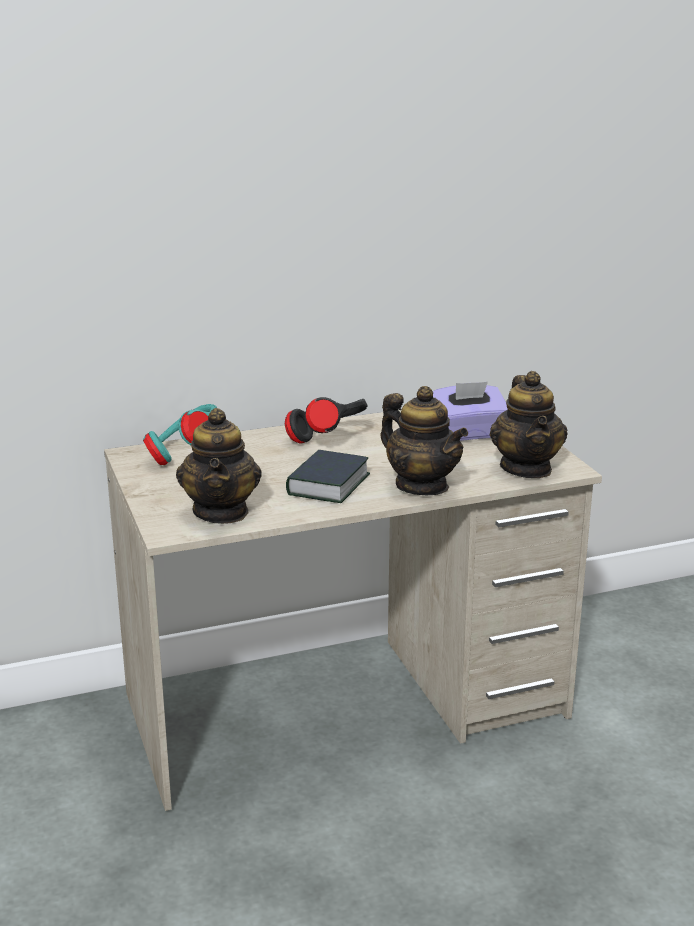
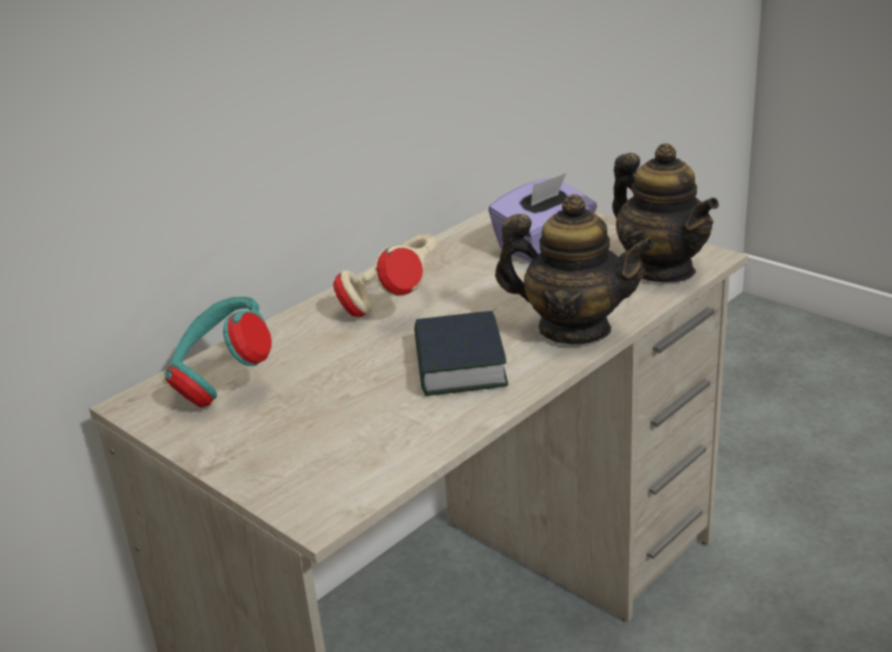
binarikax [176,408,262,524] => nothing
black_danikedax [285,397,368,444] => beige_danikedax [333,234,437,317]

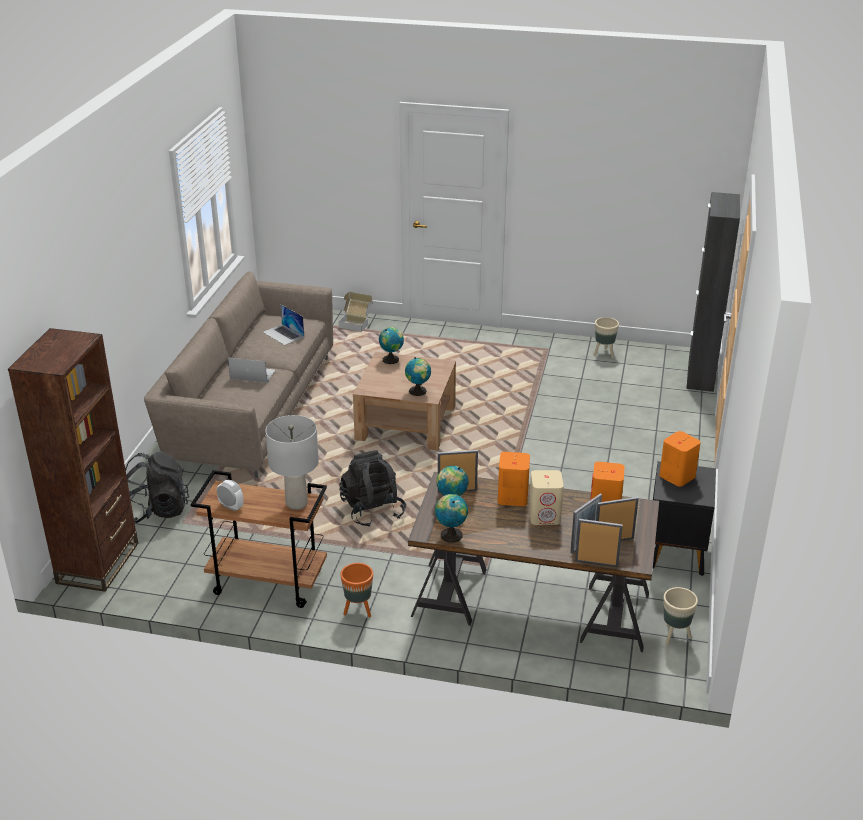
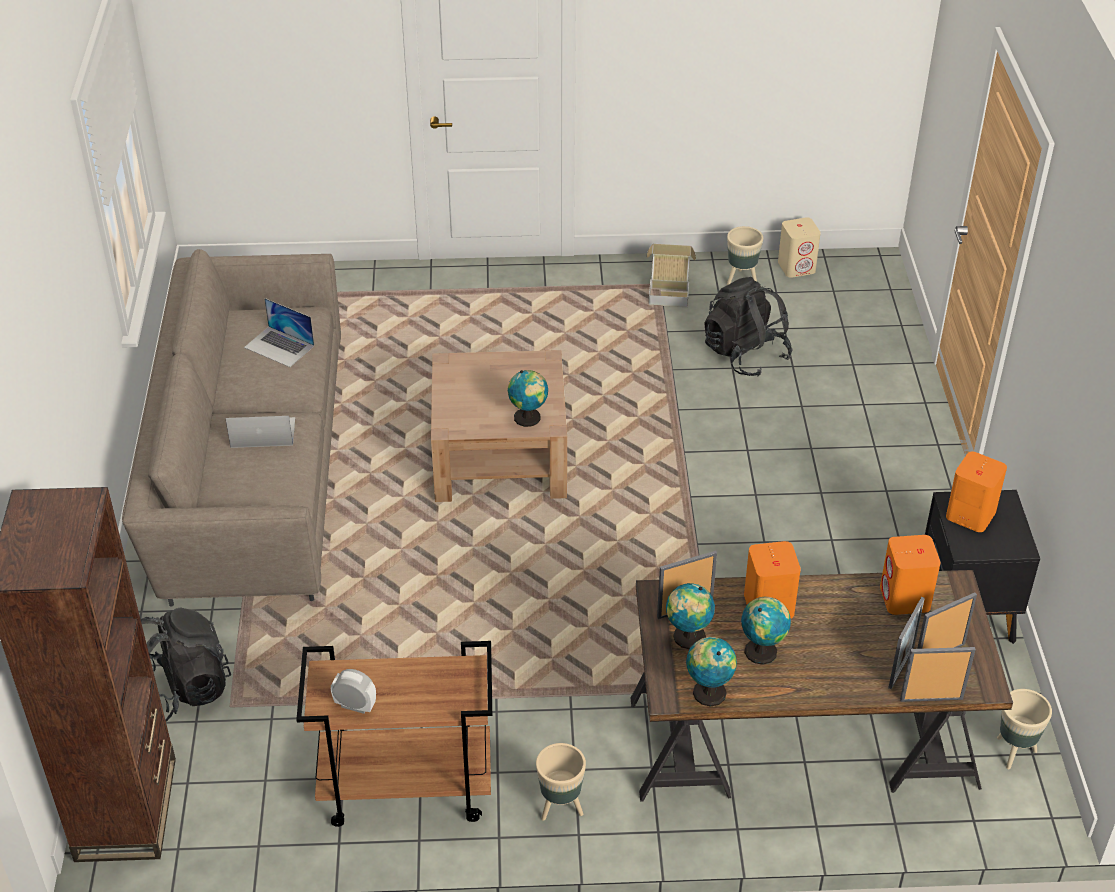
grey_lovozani [265,415,319,510] => nothing
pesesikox [339,292,373,332] => pesesikox [646,244,696,308], relocated
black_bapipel [339,450,406,527] => black_bapipel [704,277,793,377], relocated
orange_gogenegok [340,563,373,617] => beige_gogenegok [536,743,586,821]
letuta [379,327,404,364] => letuta [741,597,791,665], relocated
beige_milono [529,470,564,525] => beige_milono [778,217,821,278], relocated
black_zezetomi [686,192,740,392] => nothing

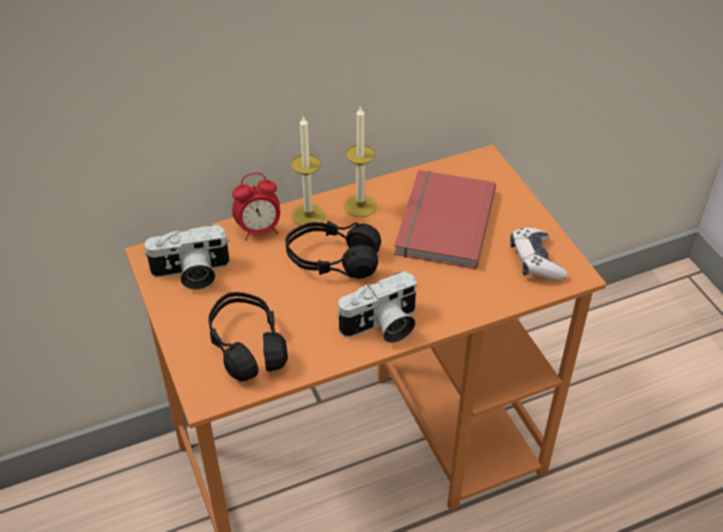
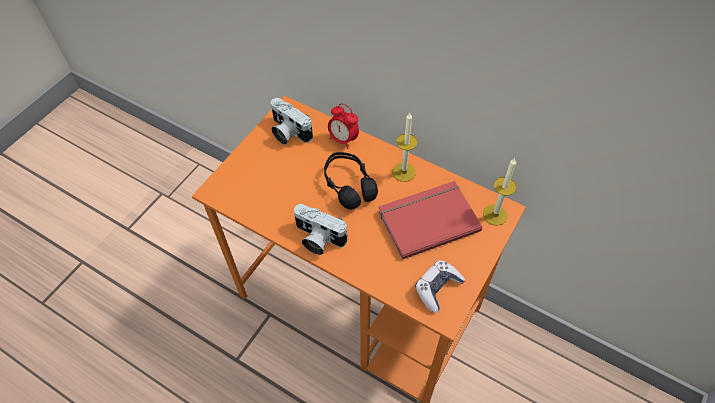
black_danikedax [208,292,288,381] => nothing
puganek [291,116,325,228] => puganek [483,158,517,226], relocated

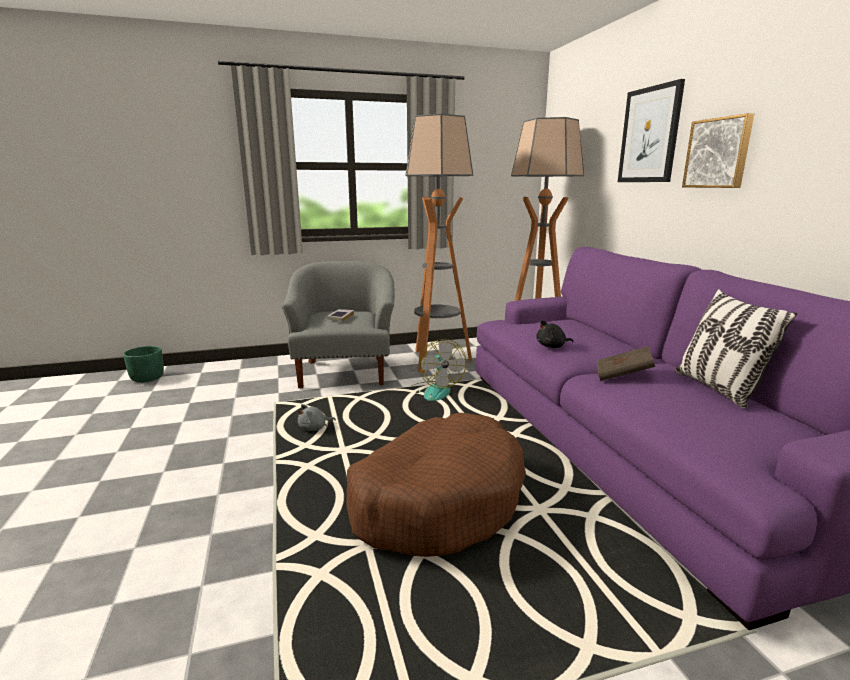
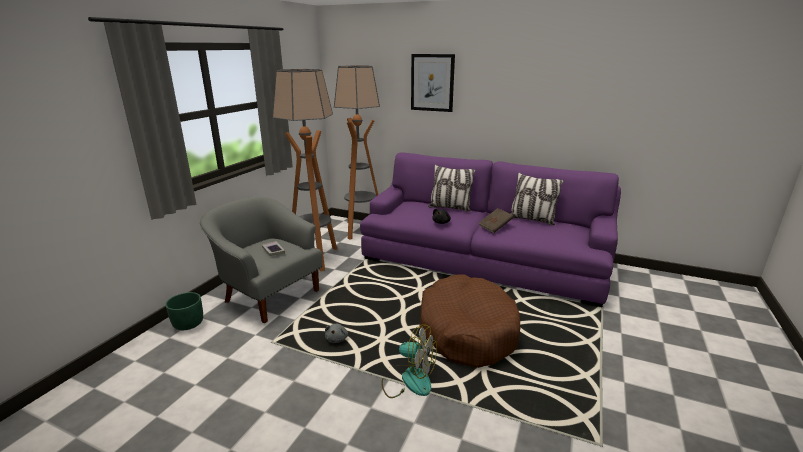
green_gogenegok [123,346,164,383] => green_gogenegok [165,292,203,330], relocated
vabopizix [412,339,466,401] => vabopizix [381,324,437,398], relocated
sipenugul [682,113,754,188] => nothing
nothing => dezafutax [428,165,476,212]

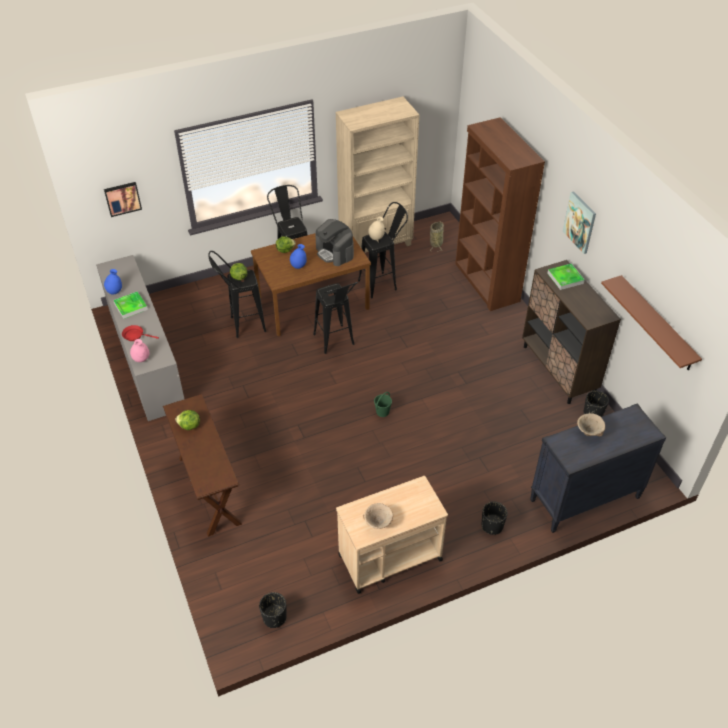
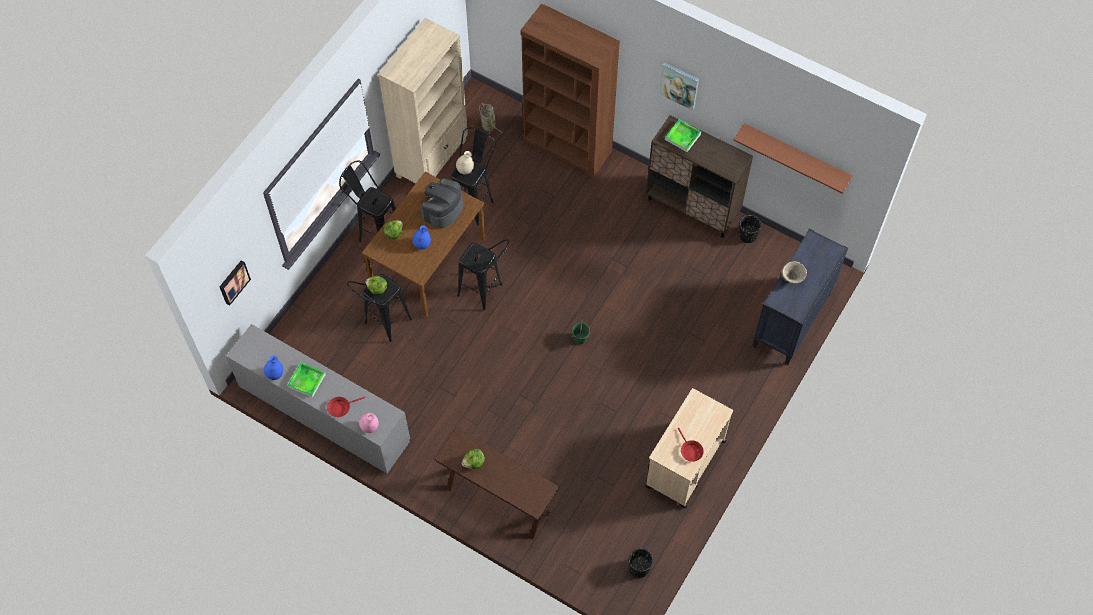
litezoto [315,219,354,266] => litezoto [421,178,463,229], 105 degrees clockwise
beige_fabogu [363,503,393,529] => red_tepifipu [678,428,704,462]
black_gogenegok [482,502,508,535] => nothing

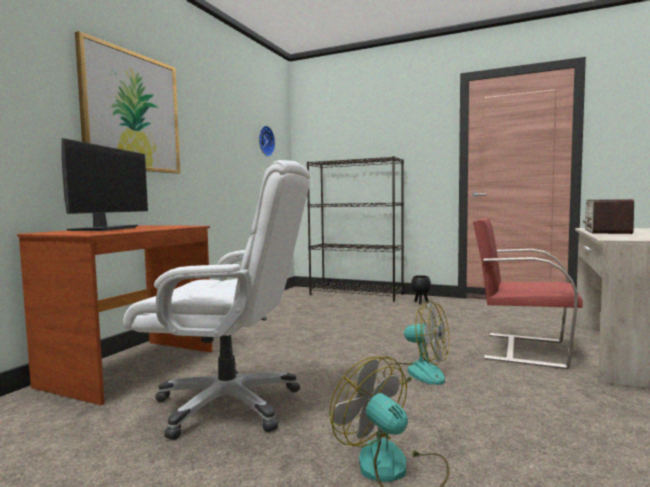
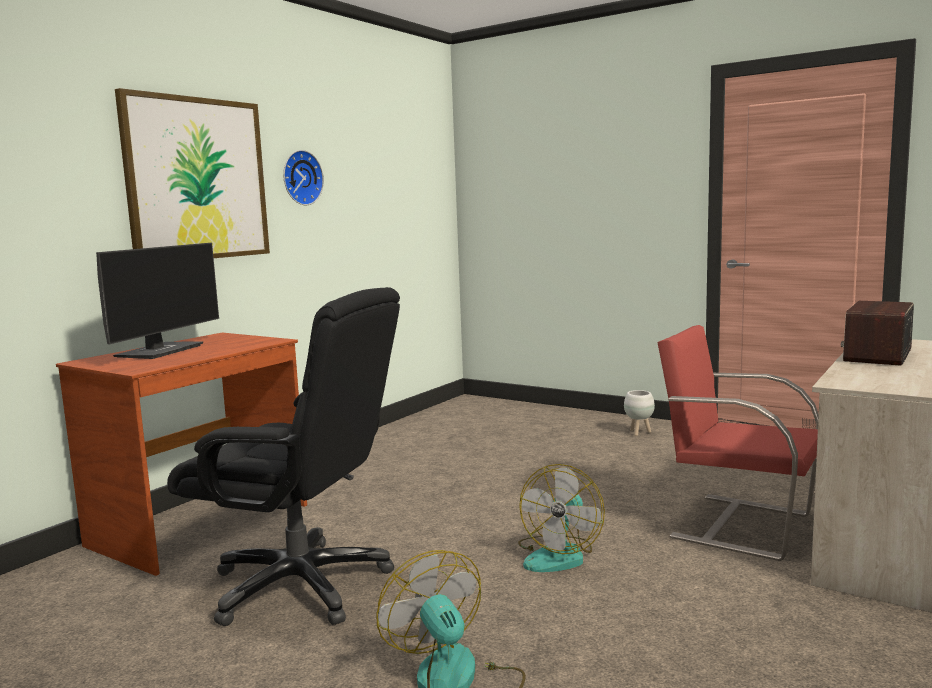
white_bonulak [123,160,310,440] => black_bonulak [167,287,400,626]
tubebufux [259,126,275,156] => tubebufux [283,150,324,205], relocated
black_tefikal [307,156,404,302] => nothing
vabopizix [383,301,450,385] => vabopizix [518,464,605,572], 75 degrees clockwise
black_gogenegok [411,275,431,305] => white_gogenegok [624,390,655,436]

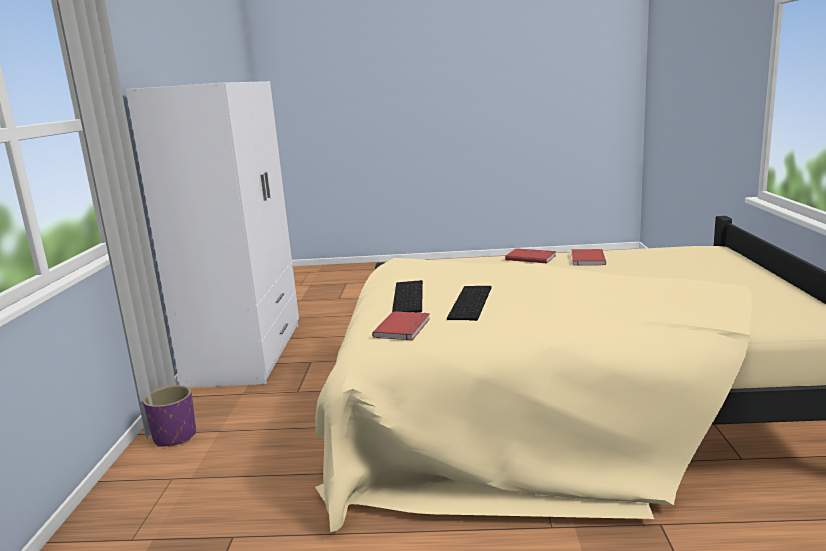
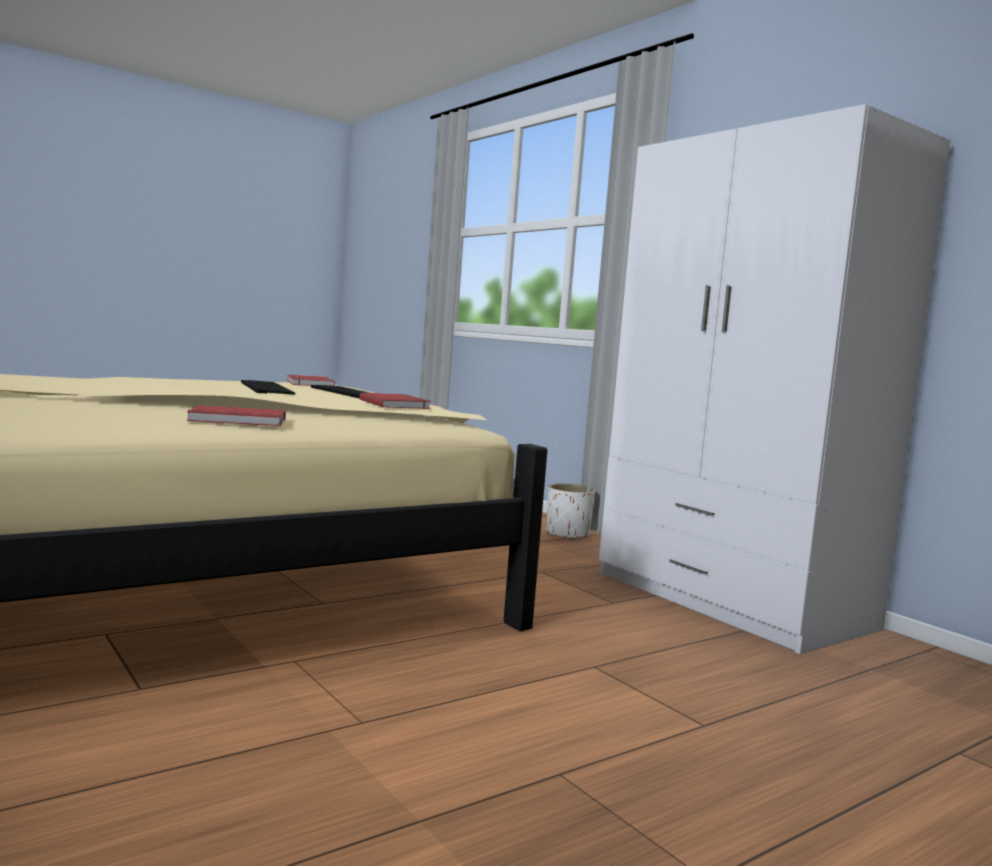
purple_gogenegok [143,385,196,447] => white_gogenegok [547,483,595,540]
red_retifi [572,249,606,266] => red_retifi [360,393,431,409], relocated

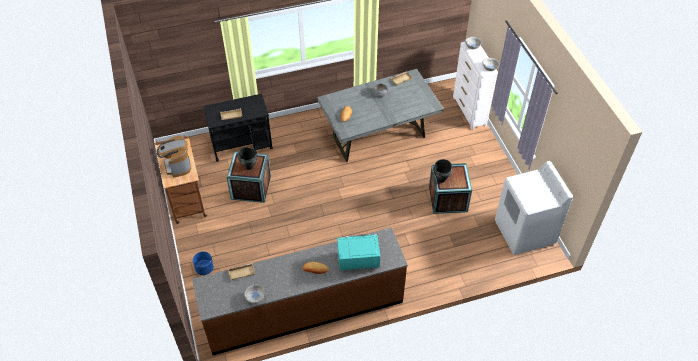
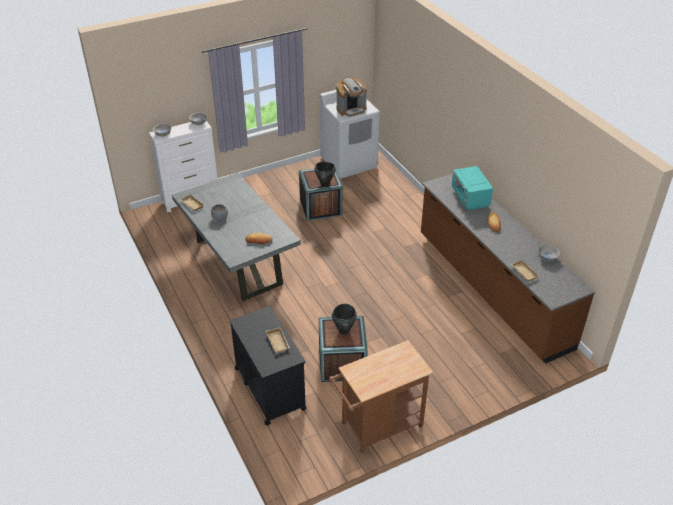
litezoto [157,135,191,178] => litezoto [336,77,367,117], relocated
blue_gogenegok [193,251,214,275] => nothing

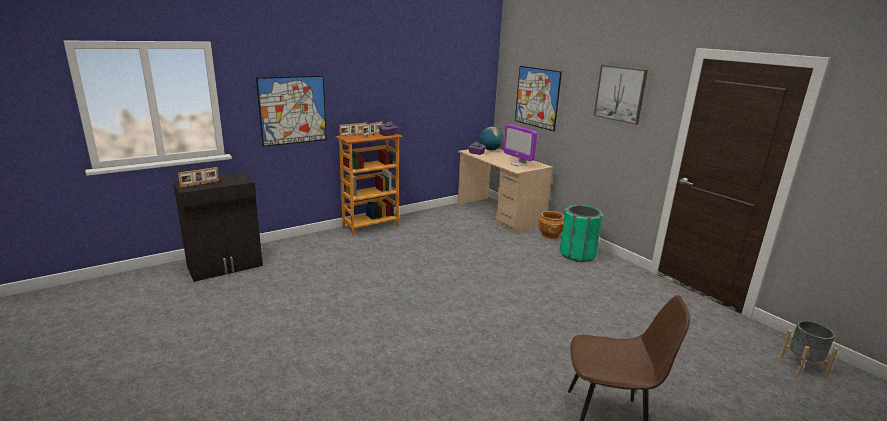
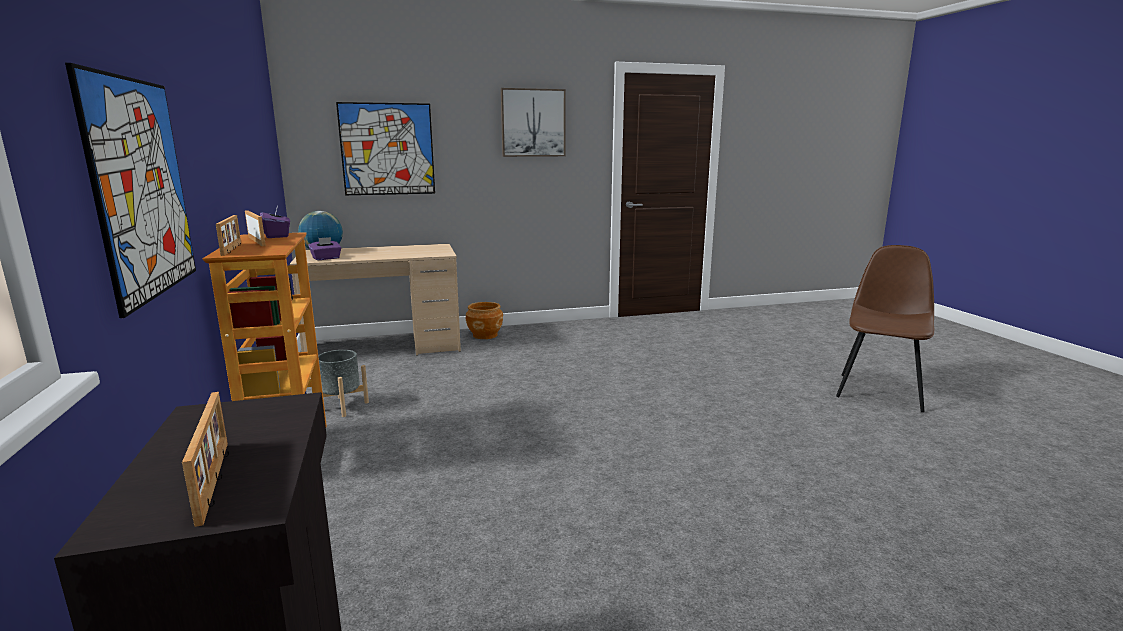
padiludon [503,125,537,166] => nothing
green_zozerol [559,205,603,262] => nothing
grey_gogenegok [779,321,838,377] => grey_gogenegok [310,350,369,417], relocated

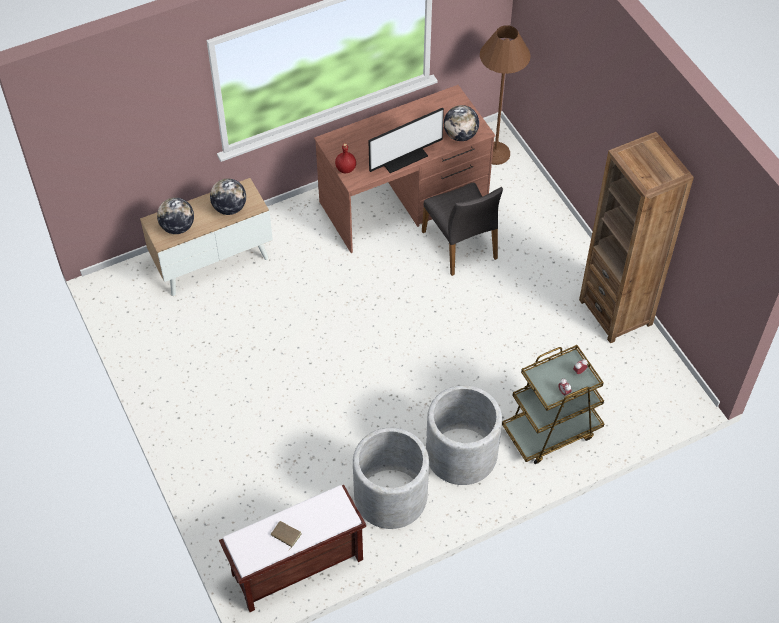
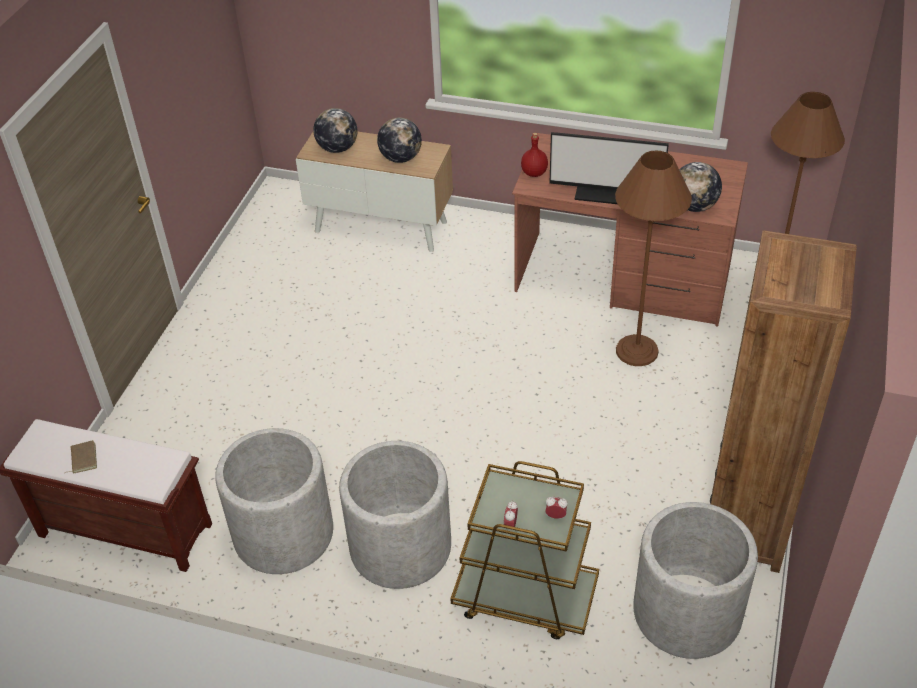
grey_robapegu [422,183,503,276] => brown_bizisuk [615,150,692,366]
nothing => grey_gogenegok [633,502,758,659]

